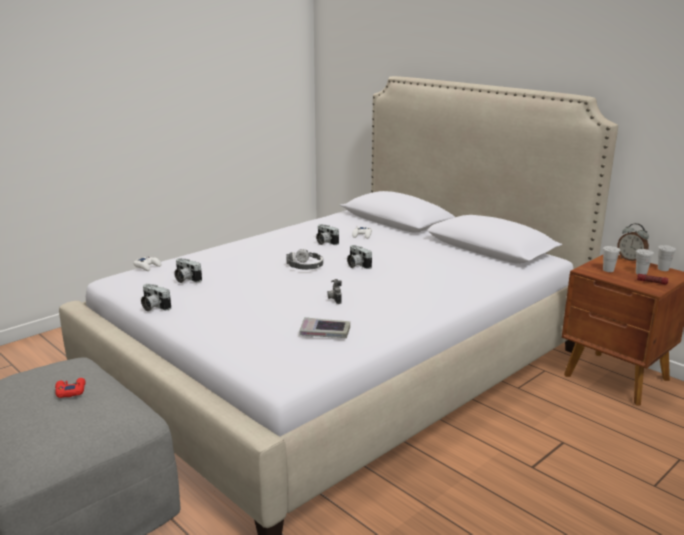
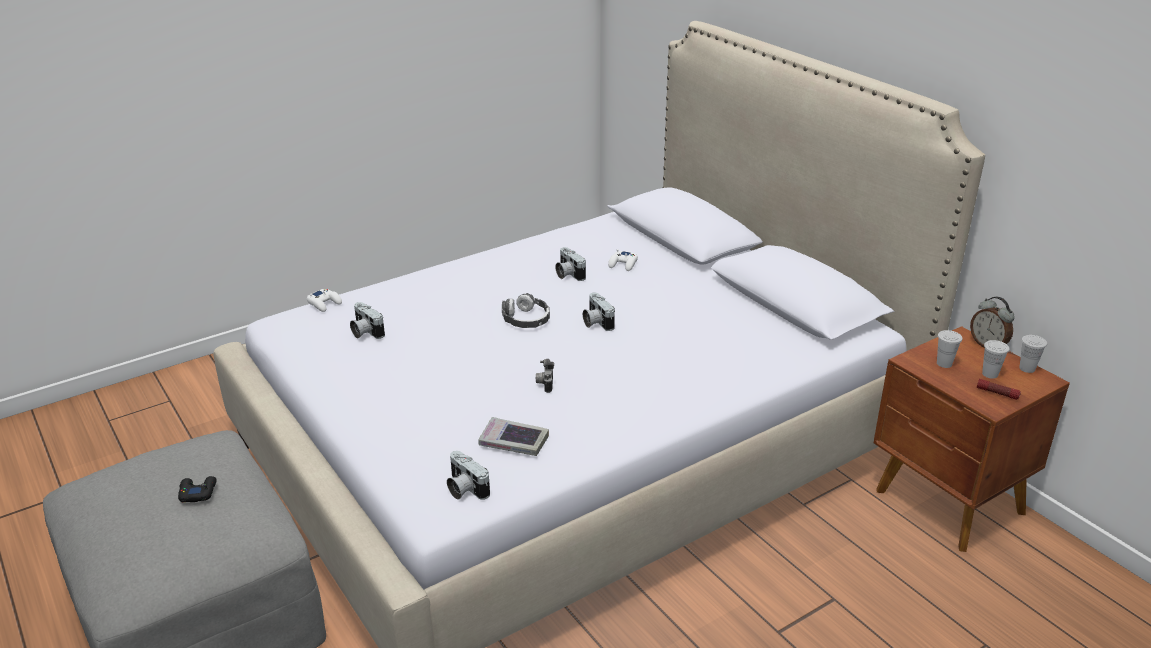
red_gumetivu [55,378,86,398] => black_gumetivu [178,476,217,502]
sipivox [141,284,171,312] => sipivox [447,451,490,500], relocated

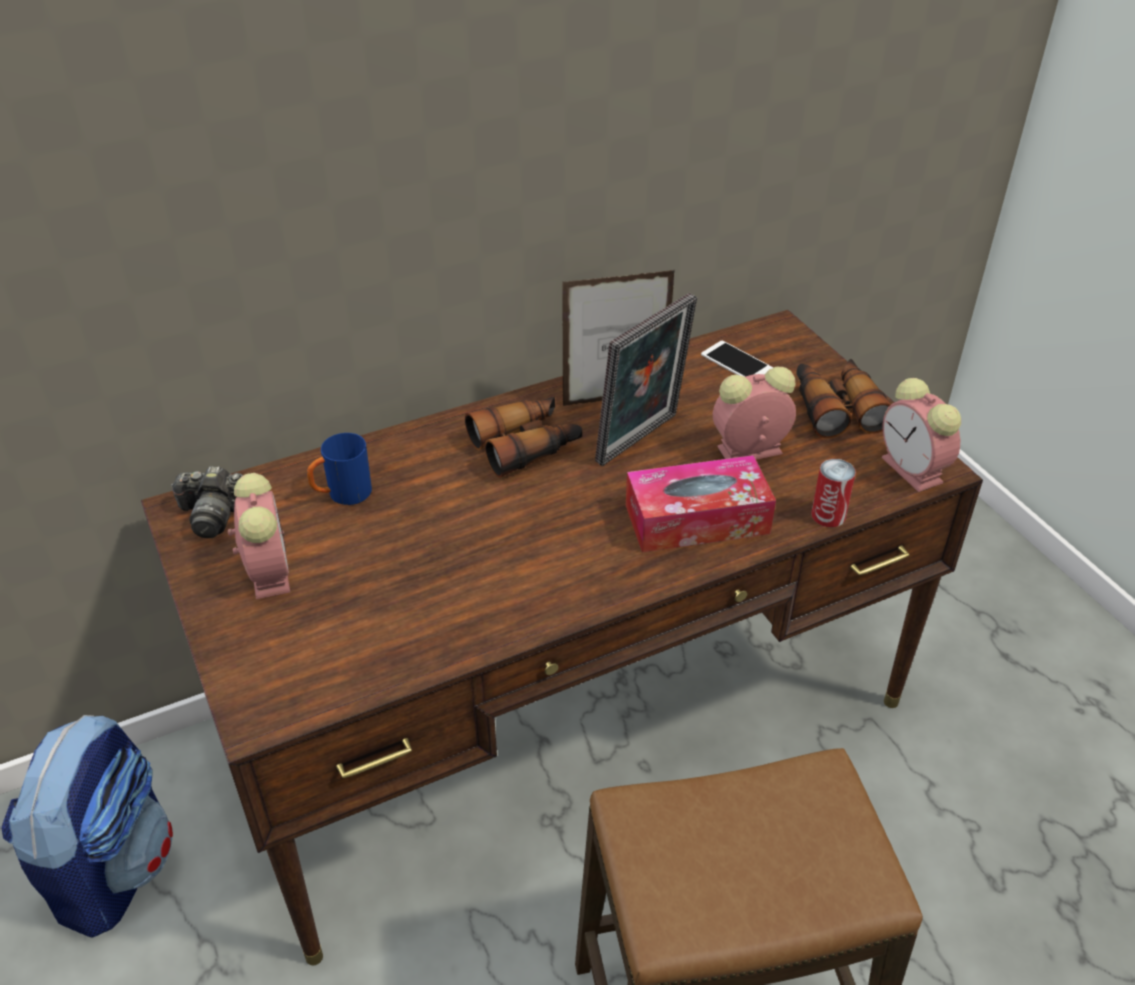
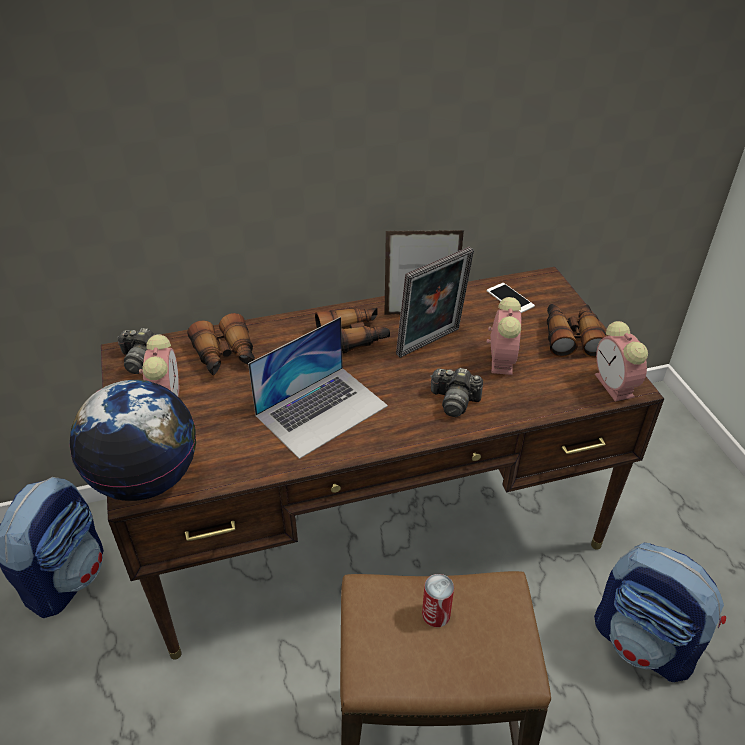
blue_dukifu [307,433,372,505] => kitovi [188,313,255,375]
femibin [626,455,776,552] => sipivox [430,368,483,417]
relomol [713,367,796,460] => relomol [487,297,521,375], 105 degrees clockwise
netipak [811,459,856,527] => netipak [422,574,454,627], relocated
nothing => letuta [70,380,196,501]
nothing => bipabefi [248,317,388,459]
nothing => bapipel [594,543,726,682]

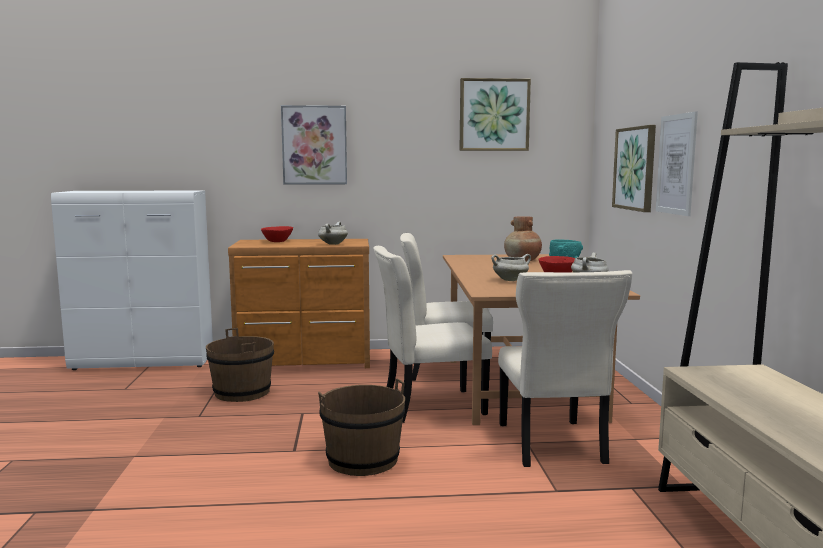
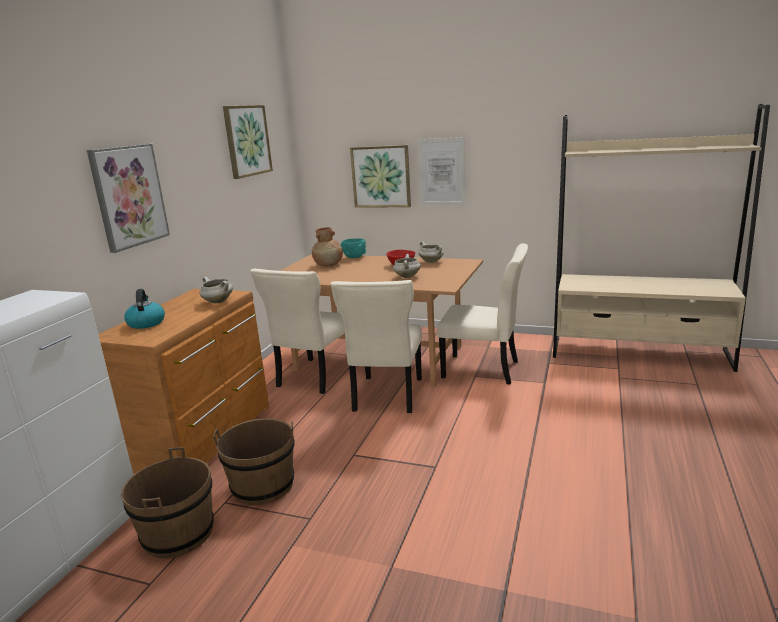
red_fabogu [261,226,293,242] => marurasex [124,289,165,329]
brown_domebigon [318,379,405,476] => brown_domebigon [121,447,214,559], relocated

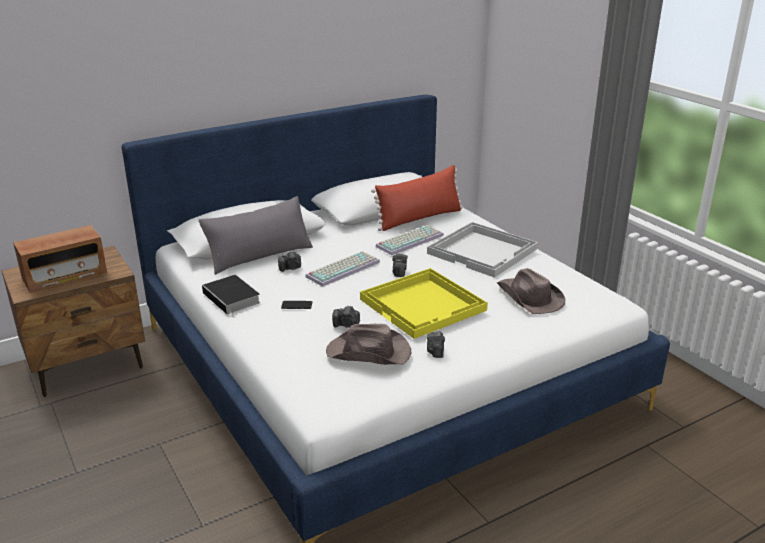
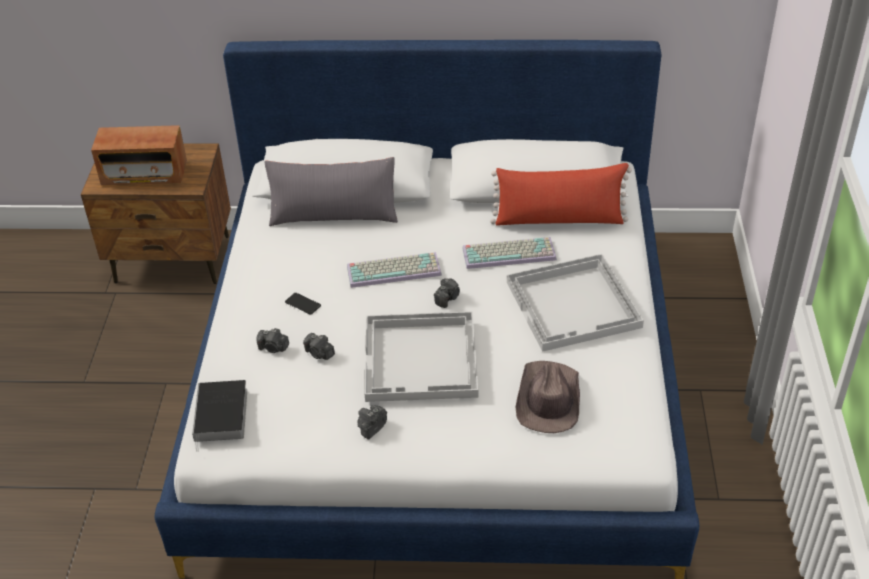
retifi [202,275,260,317] => retifi [192,380,247,452], relocated
sipivox [278,251,301,272] => sipivox [256,328,289,353], relocated
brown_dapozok [326,324,411,365] => nothing
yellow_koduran [360,268,488,339] => white_koduran [365,311,478,402]

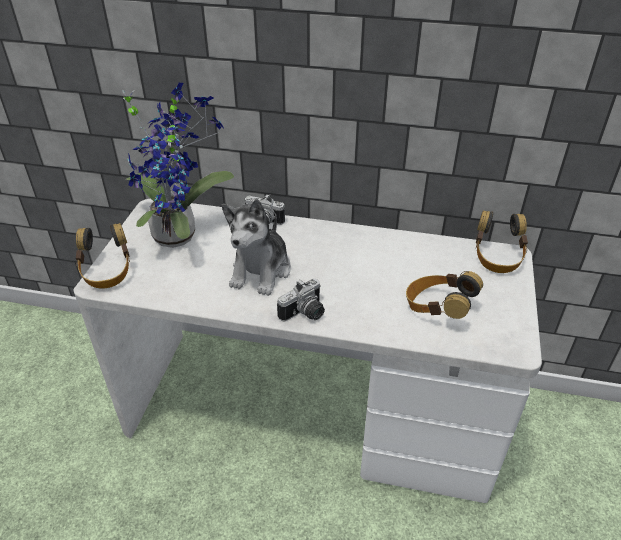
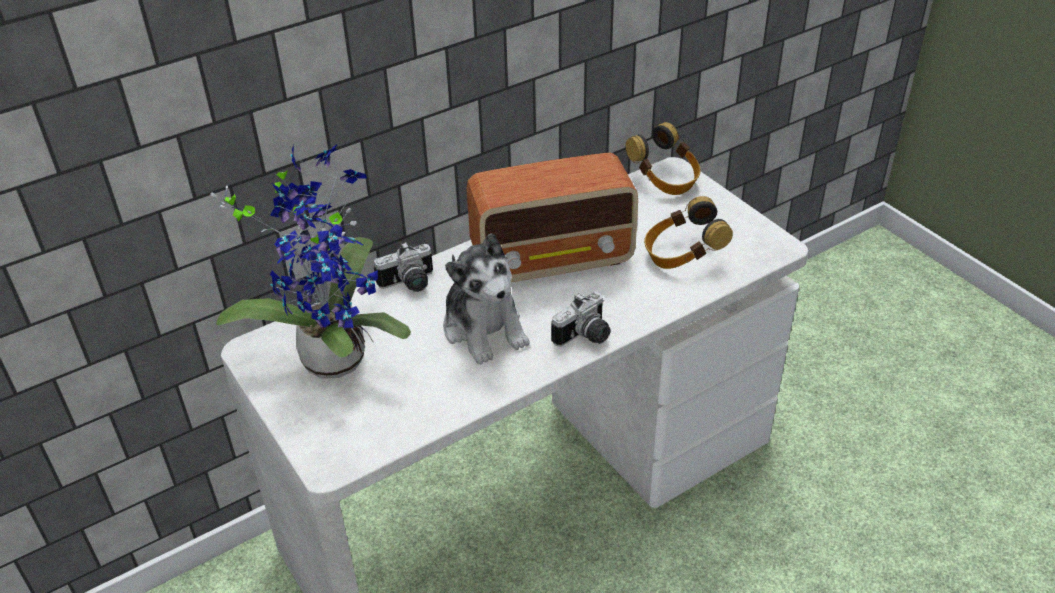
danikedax [76,223,130,288] => nothing
sipivox [277,278,325,322] => sipivox [551,292,611,346], 45 degrees clockwise
nothing => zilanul [467,152,638,282]

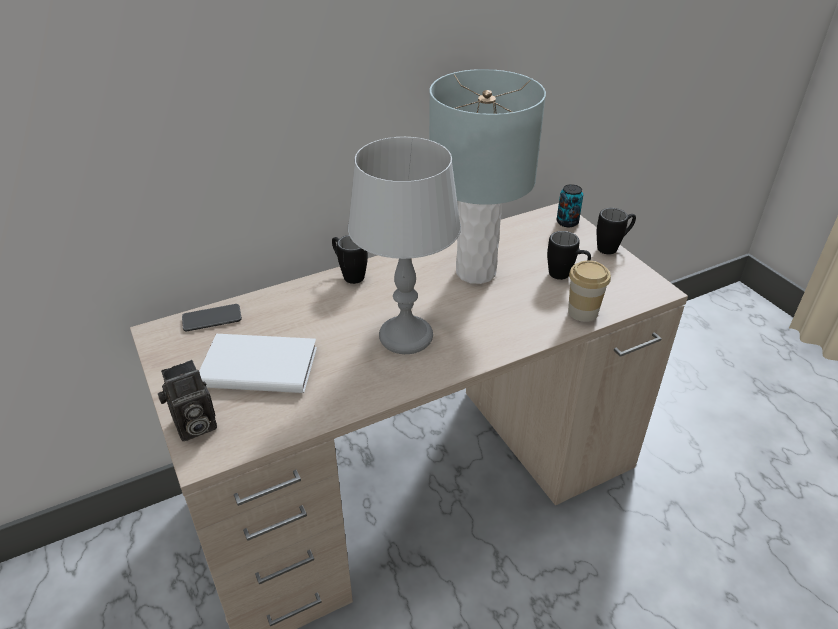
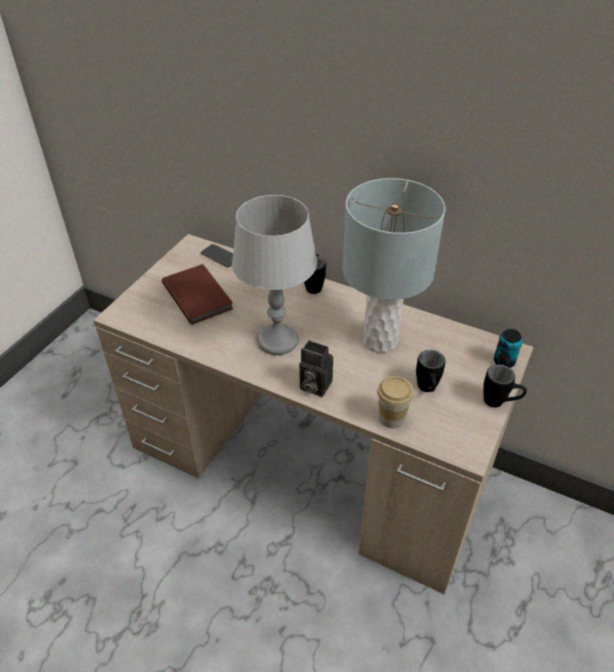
sipivox [158,360,217,441] => sipivox [299,340,333,397], relocated
white_retifi [199,334,317,393] => brown_retifi [162,264,233,325]

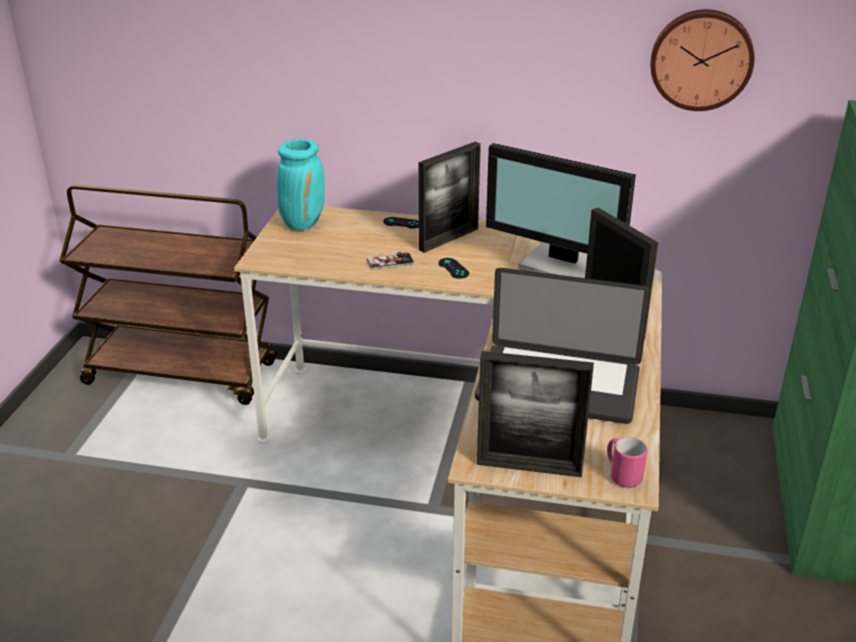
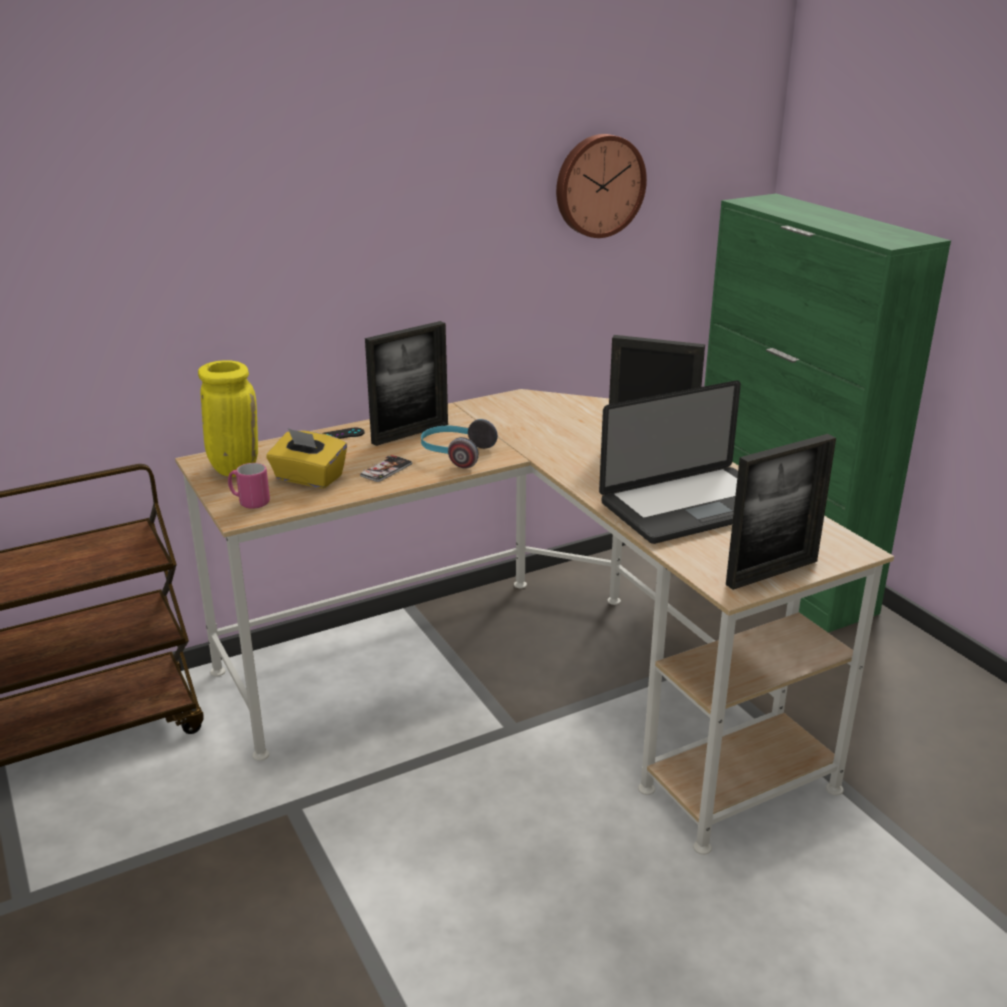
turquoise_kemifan [277,139,325,230] => yellow_kemifan [198,360,258,477]
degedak [419,142,481,253] => degedak [365,321,448,446], 45 degrees clockwise
black_gumetivu [439,258,469,279] => danikedax [421,419,498,468]
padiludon [486,143,636,278] => nothing
pink_dukifu [607,437,647,488] => pink_dukifu [228,463,270,509], relocated
nothing => yellow_femibin [266,428,347,488]

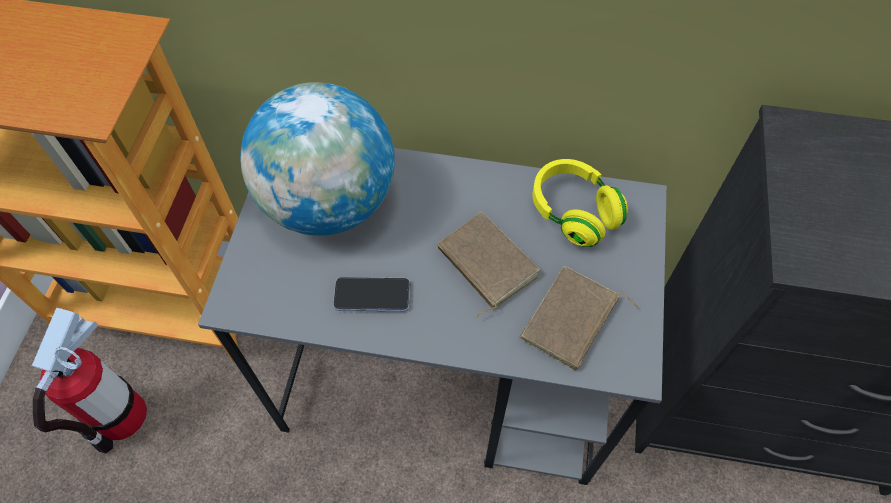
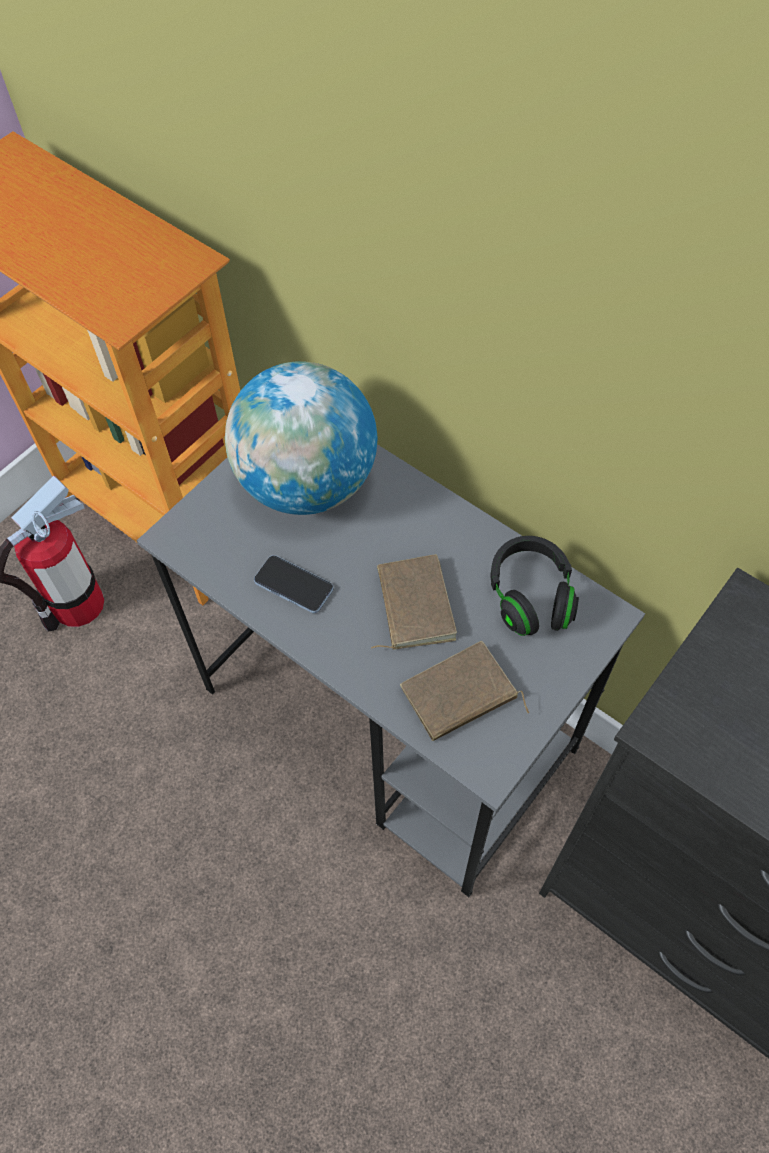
yellow_danikedax [532,159,628,247] => black_danikedax [491,536,579,636]

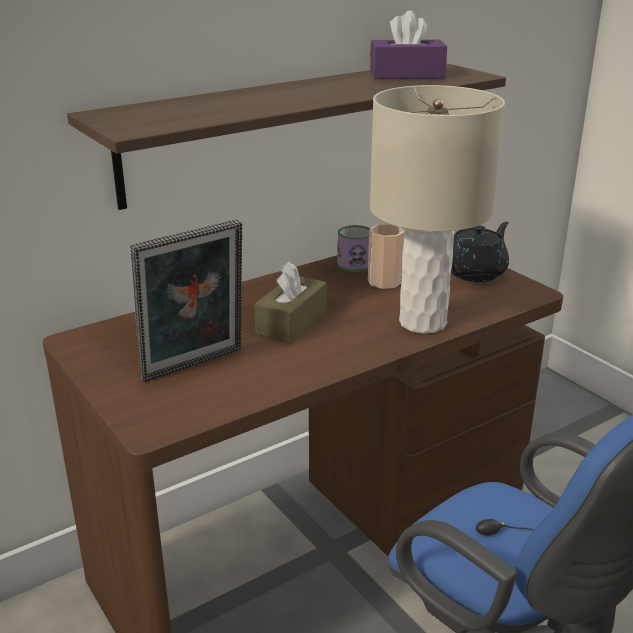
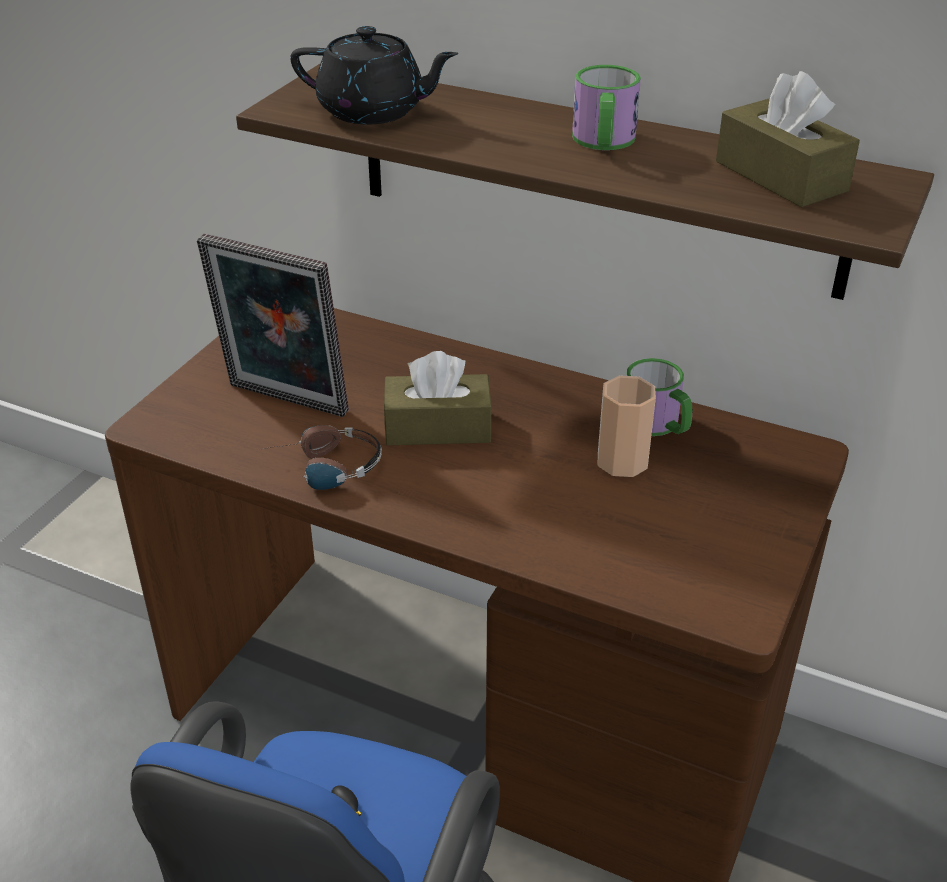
purple_femibin [370,10,447,79] => brown_femibin [716,71,860,207]
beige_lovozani [370,85,505,334] => nothing
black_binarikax [451,222,509,282] => black_binarikax [290,26,458,124], relocated
nothing => danikedax [264,425,382,490]
nothing => dukifu [572,65,641,150]

